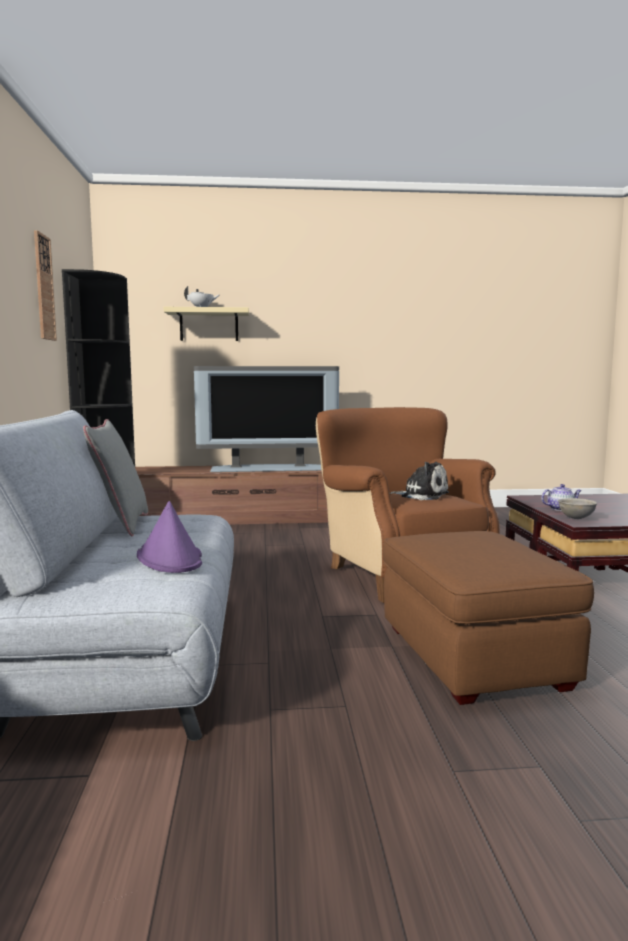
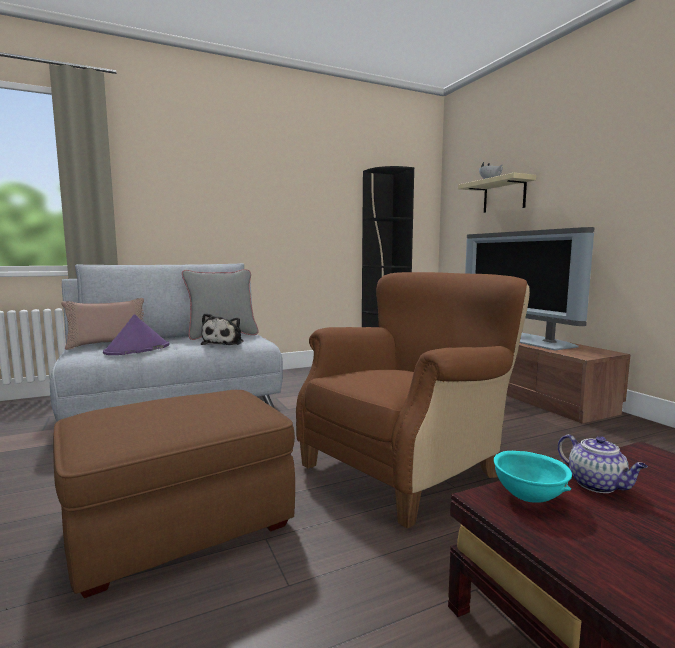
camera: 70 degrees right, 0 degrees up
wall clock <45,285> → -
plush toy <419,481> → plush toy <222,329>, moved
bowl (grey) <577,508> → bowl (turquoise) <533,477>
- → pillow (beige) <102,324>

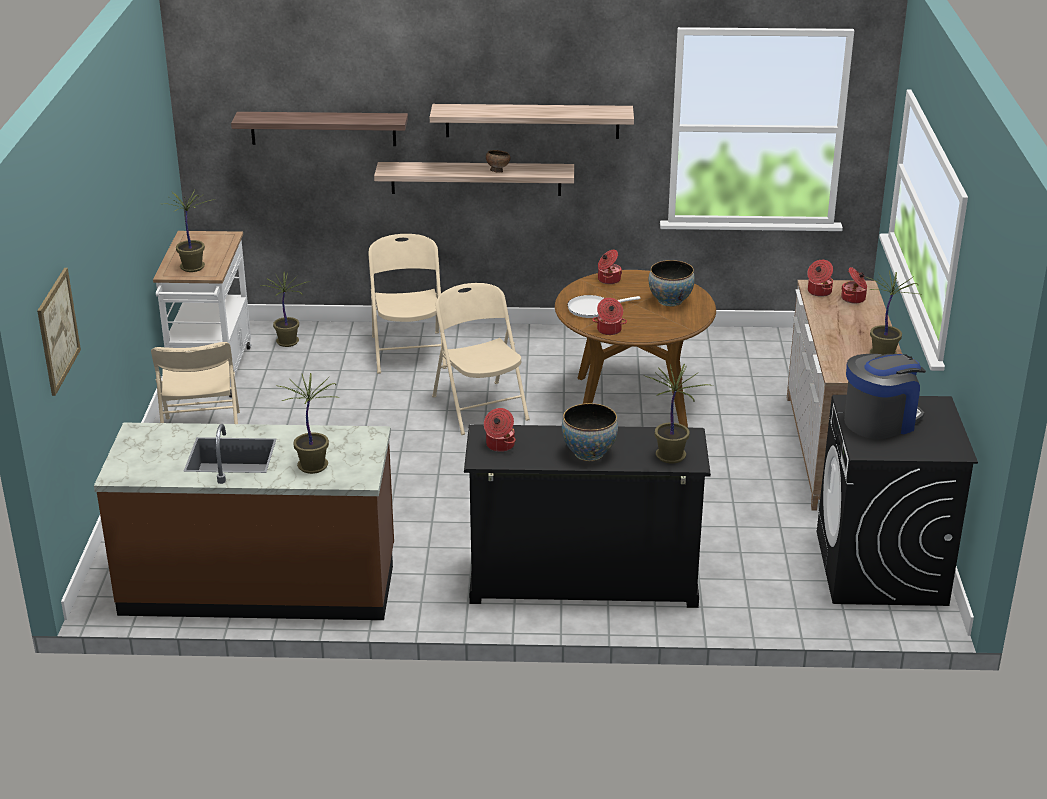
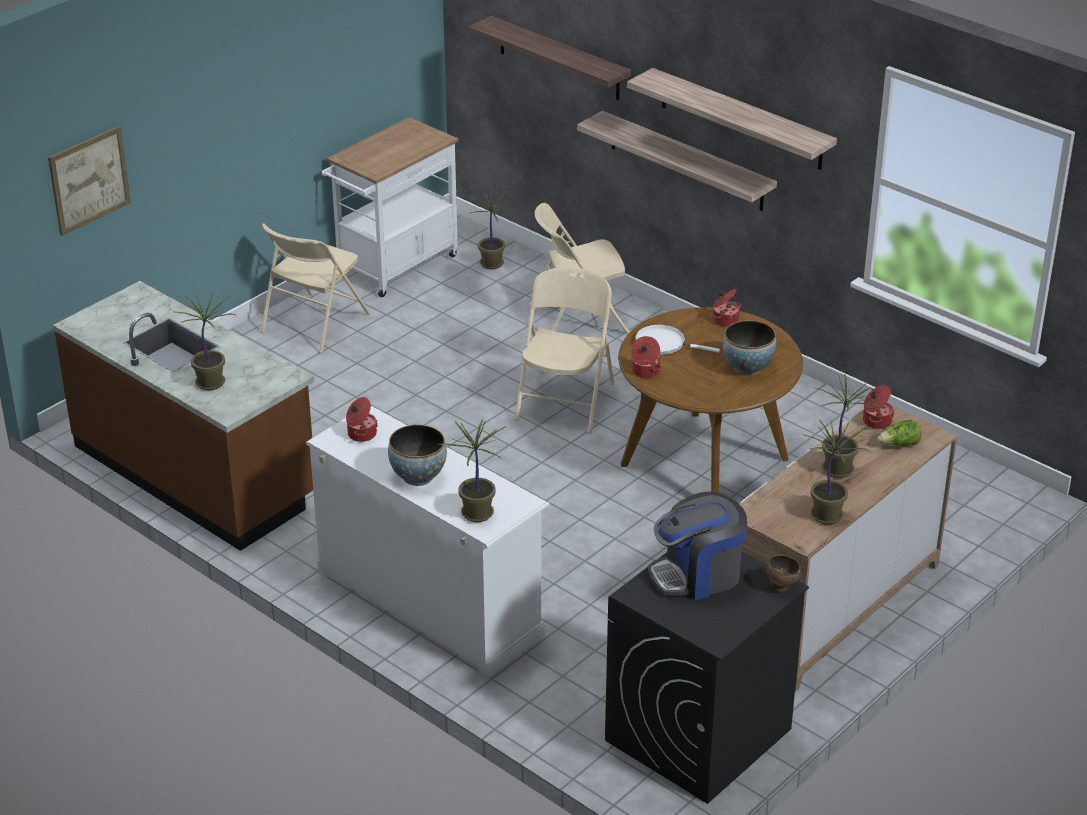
camera: 40 degrees right, 5 degrees up
bowl (brown) <498,161> → bowl (brown) <783,572>, moved
potted plant <190,231> → potted plant <848,426>, moved
chair (beige) <407,304> → chair (beige) <579,268>, 135 degrees counterclockwise
cooking pot <854,285> → lettuce <899,433>
coffee machine <885,396> → coffee machine <697,546>, 150 degrees clockwise
cabinet (black) <587,516> → cabinet (white) <427,542>

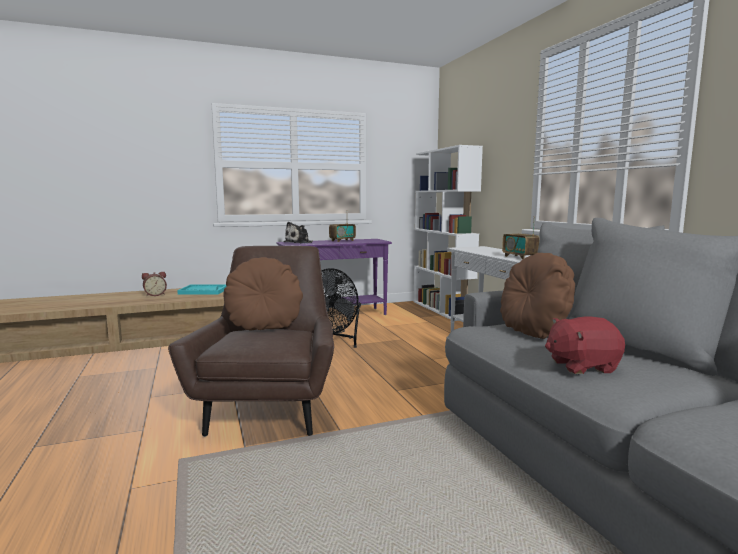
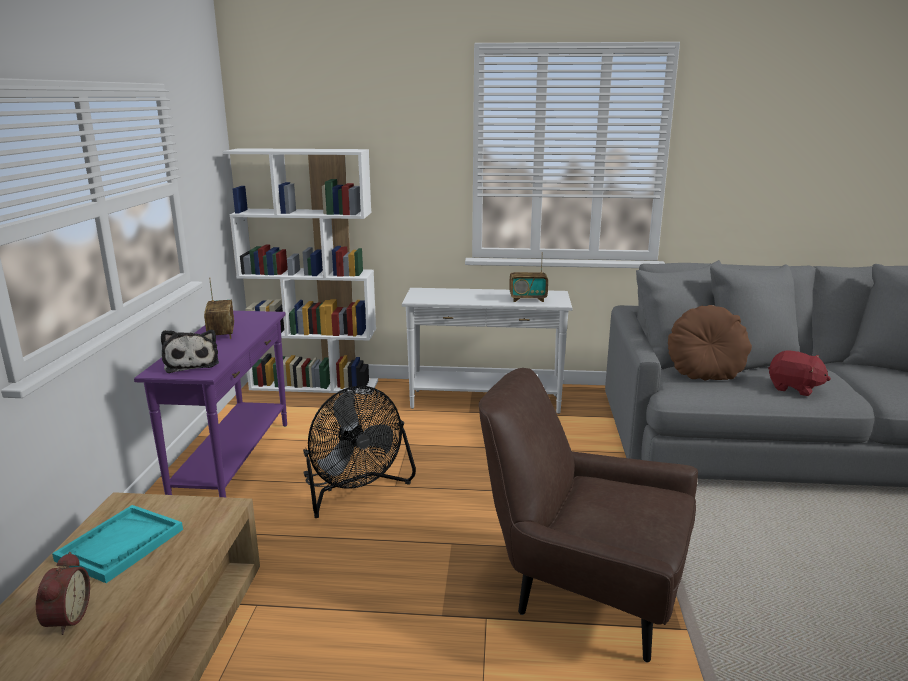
camera: 65 degrees left, 10 degrees up
pillow (brown) <263,293> → -
plush toy (red) <585,345> → plush toy (red) <799,373>, 75 degrees counterclockwise

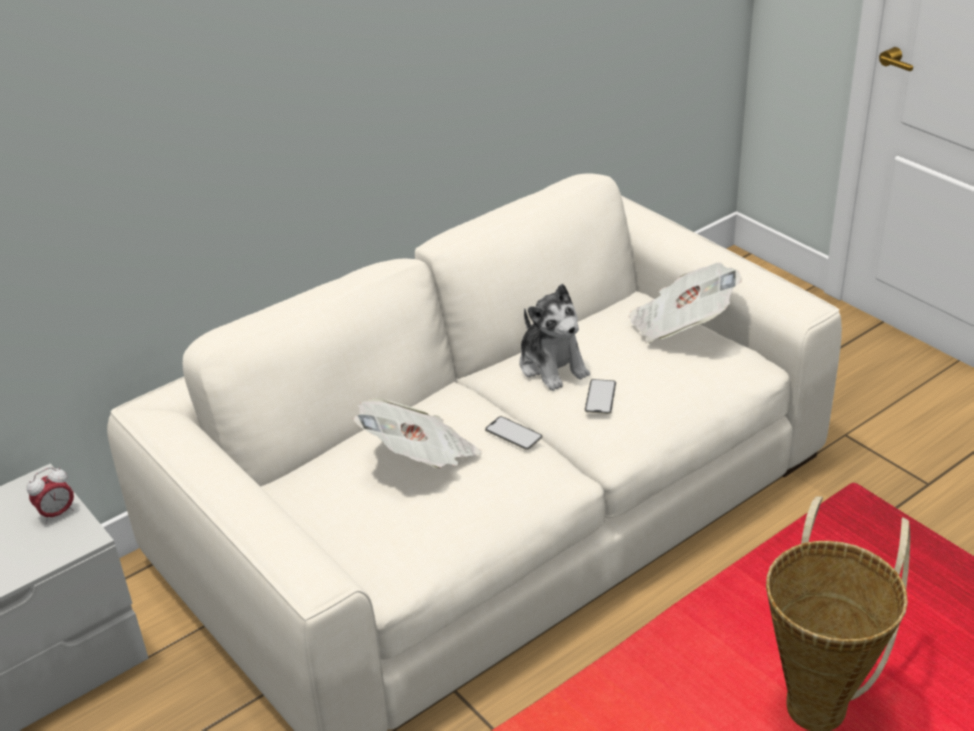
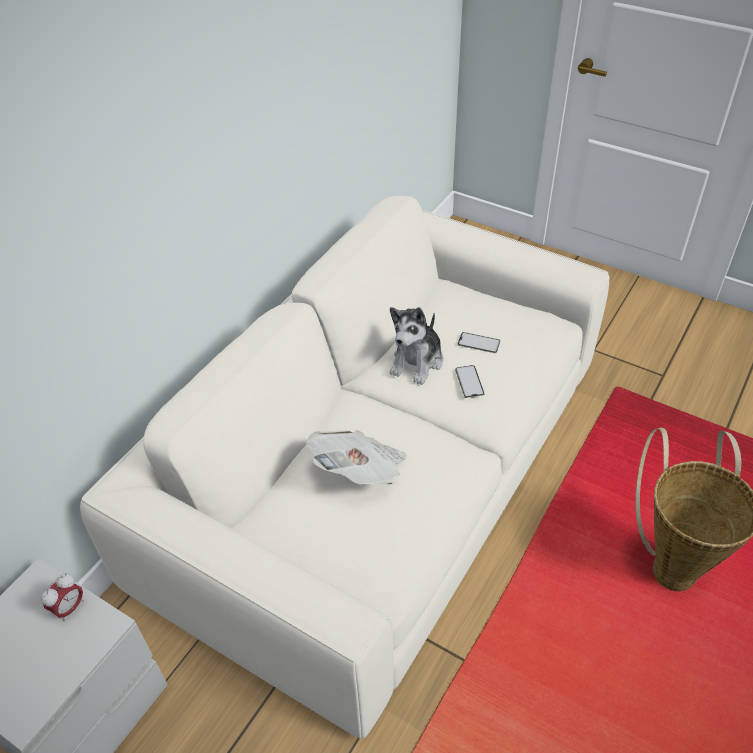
camera: 20 degrees left, 10 degrees up
newspaper <685,302> → -
plush toy <554,337> → plush toy <416,346>, 75 degrees clockwise
phone <513,433> → phone <479,342>, moved

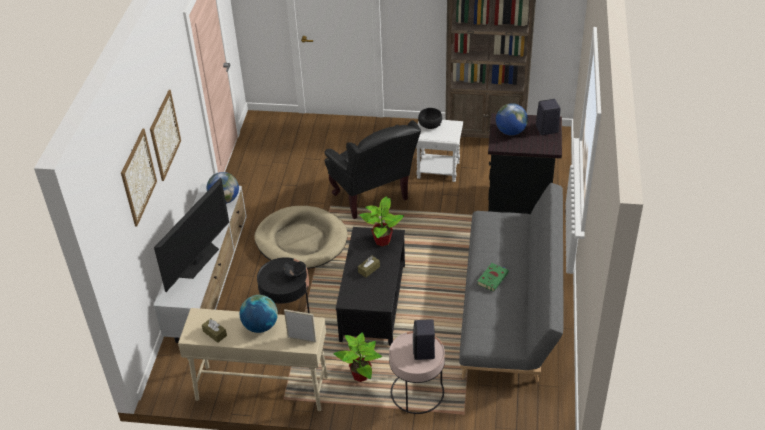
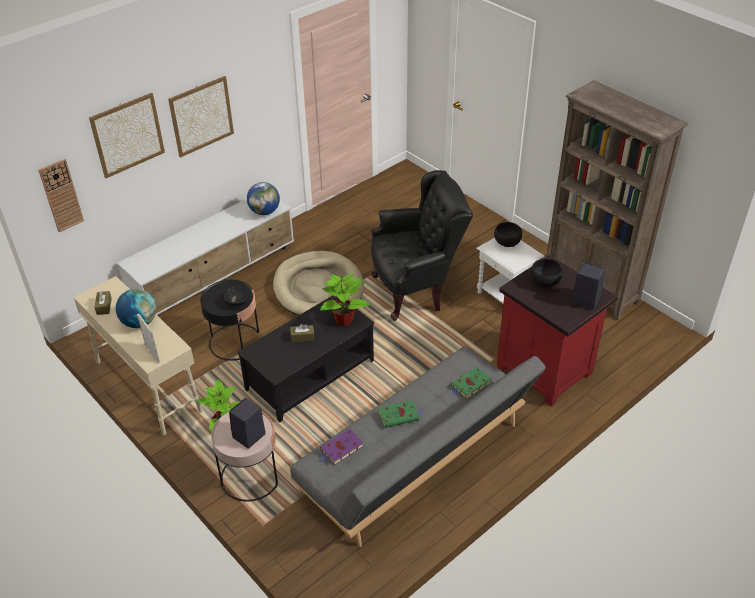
camera: 40 degrees right, 0 degrees up
globe <512,119> → bowl (black) <547,273>
cabinet (black) <525,163> → cabinet (red) <557,330>
armchair (black) <373,169> → armchair (black) <422,245>, 120 degrees counterclockwise
television <191,235> → -
- → wall clock <61,195>
- → book (green) <471,383>
- → book (purple) <341,447>

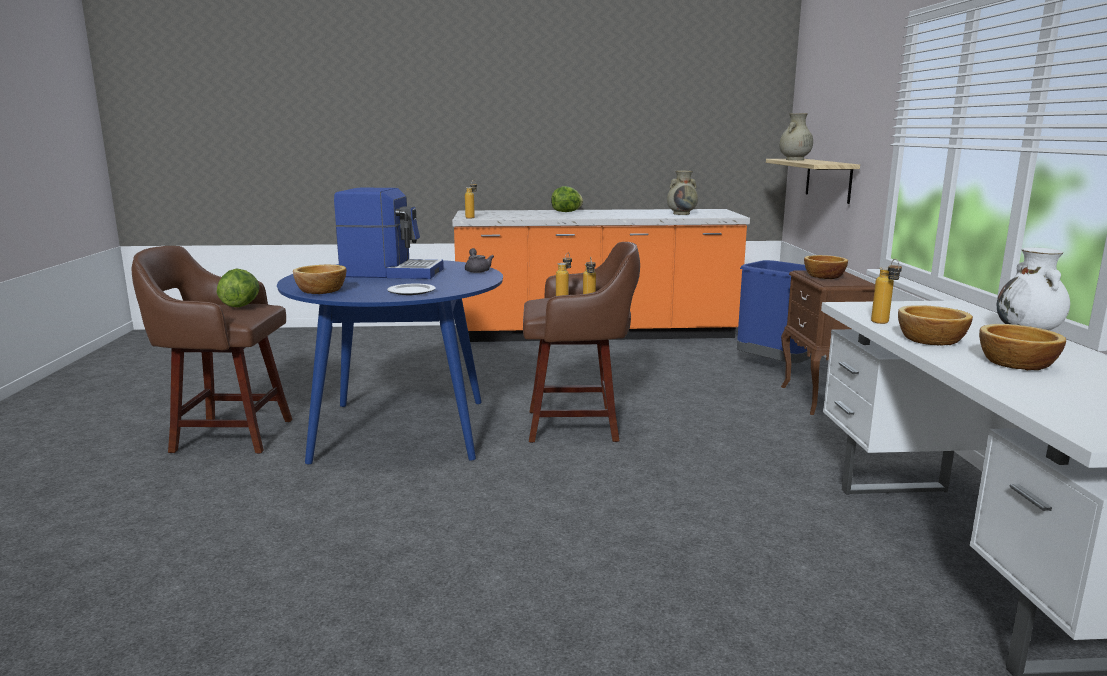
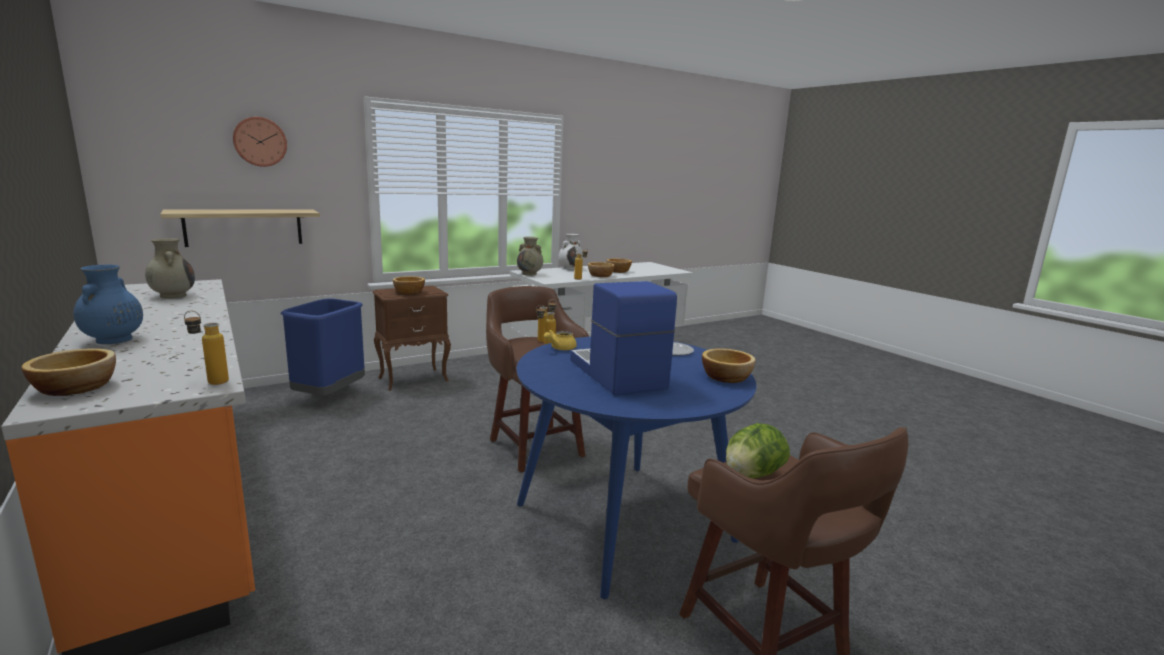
camera: 120 degrees left, 0 degrees up
vase (beige) <796,136> → vase (beige) <530,256>, moved
lettuce <567,199> → vase (blue) <108,304>
teapot (grey) <479,260> → teapot (yellow) <560,340>
- → wall clock <260,142>
- → bowl <69,372>

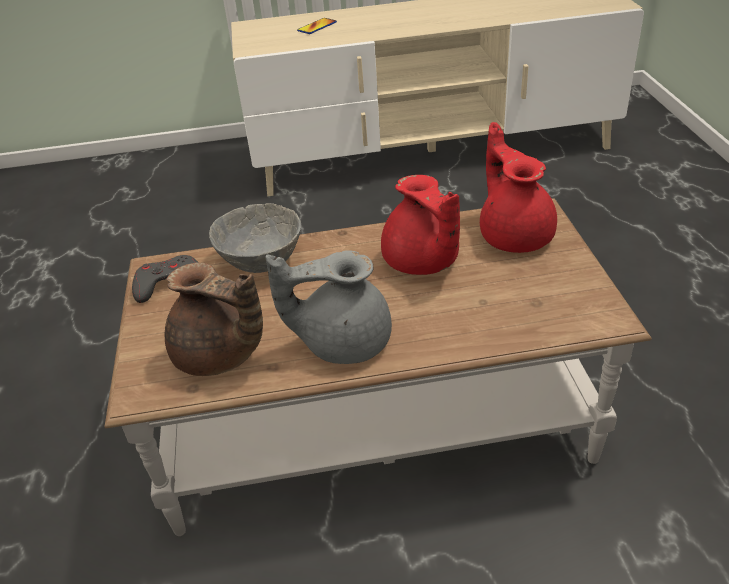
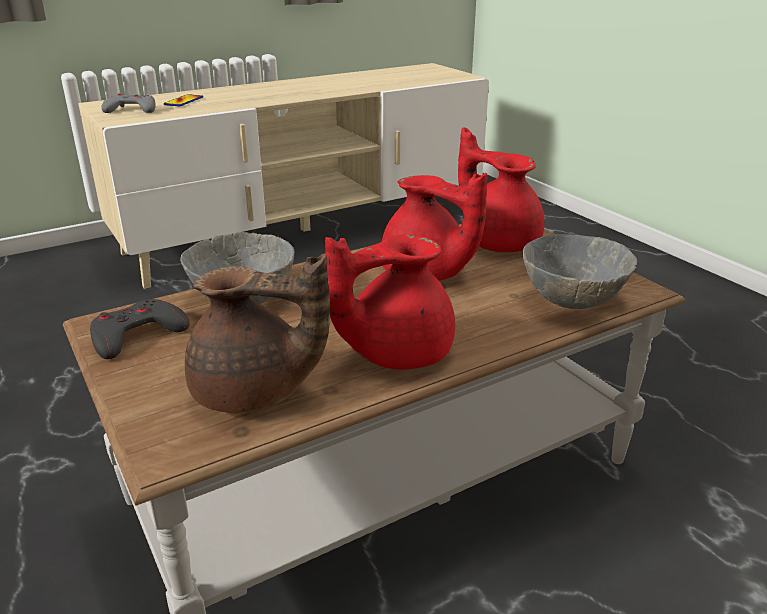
camera: 25 degrees left, 10 degrees down
teapot (grey) <329,307> → teapot (red) <390,302>
- → game controller (grey) <128,103>
- → bowl (grey) <580,271>

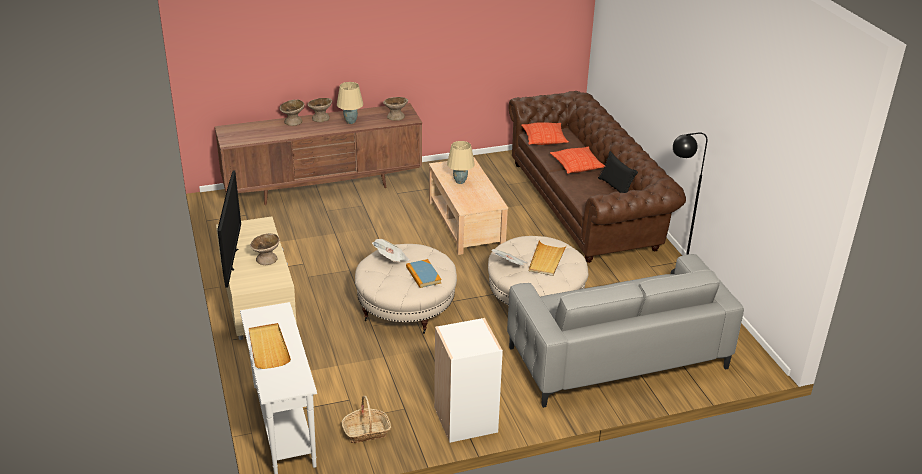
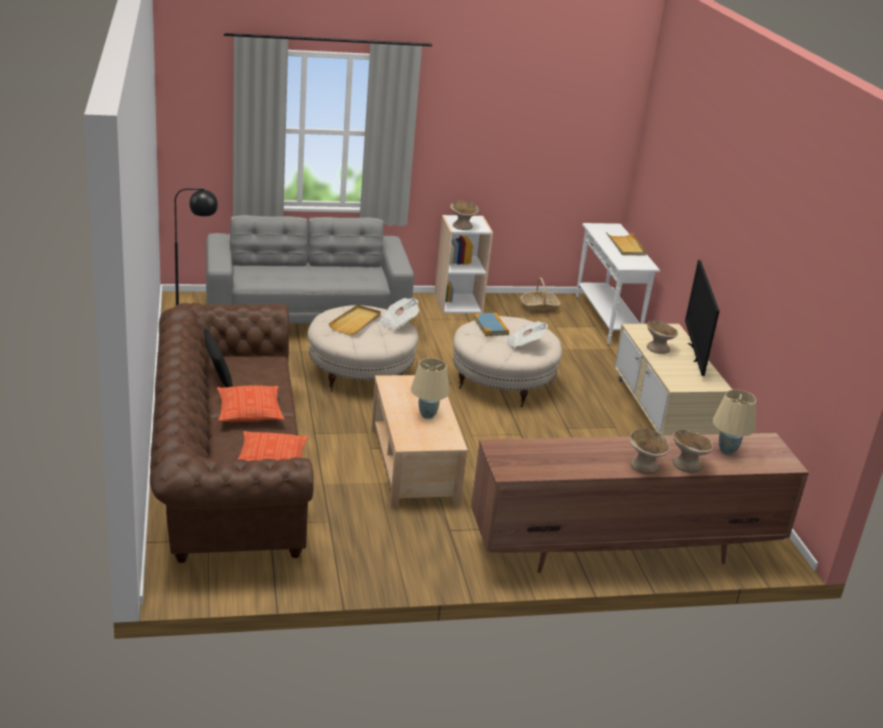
camera: 175 degrees left, 5 degrees down
table lamp (beige) <350,103> → table lamp (beige) <734,422>, moved
bowl (beige) <395,109> → bowl (beige) <464,215>, moved

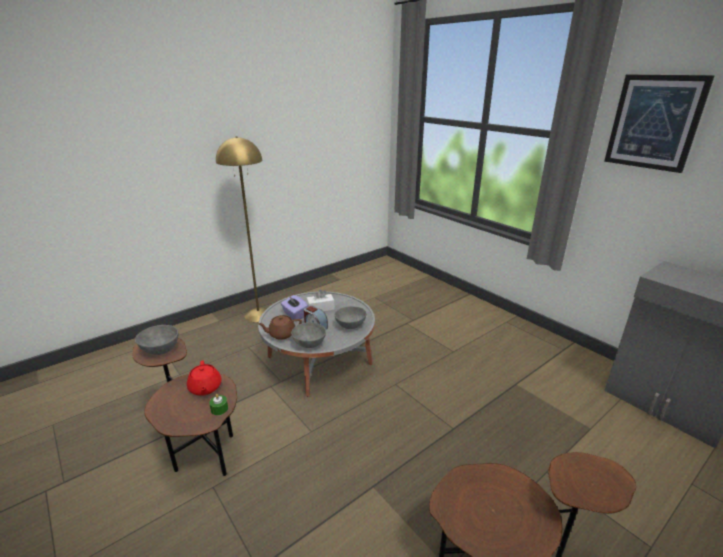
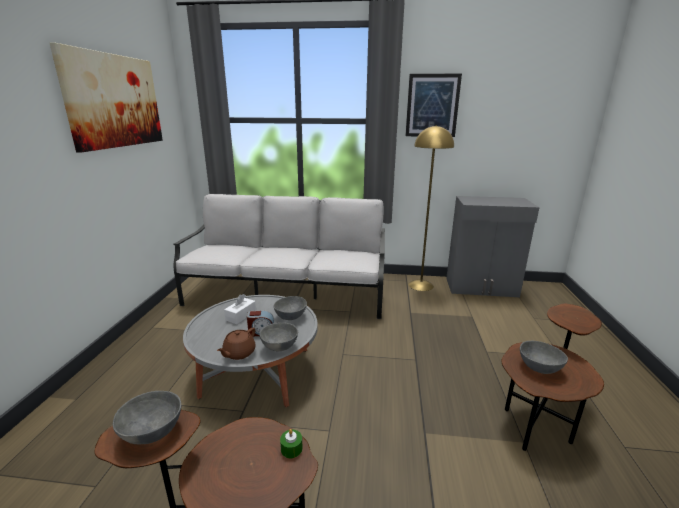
camera: 45 degrees left, 5 degrees down
floor lamp (yellow) <241,229> → floor lamp (yellow) <431,208>, moved
tissue box (purple) <294,307> → -
teapot (red) <204,378> → -
- → picture <106,98>
- → sofa (white) <279,256>
- → bowl (grey) <544,357>

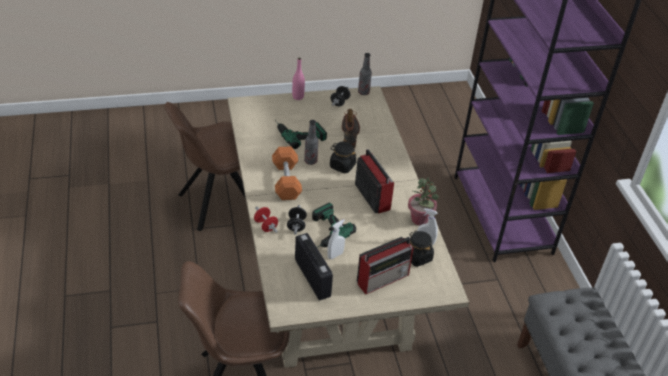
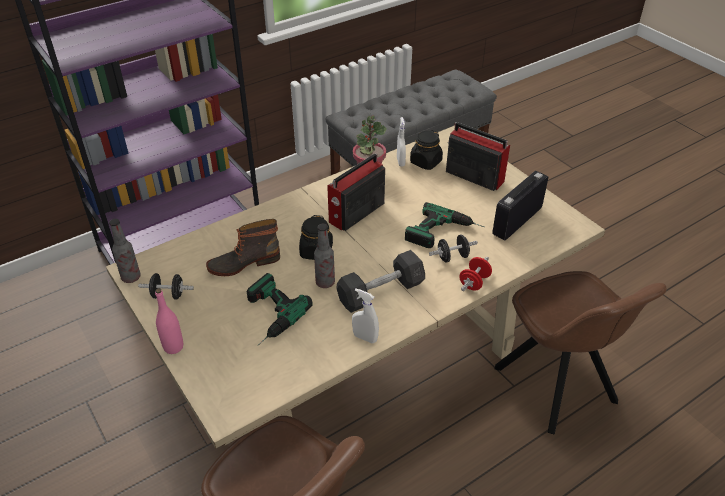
camera: 110 degrees left, 0 degrees up
dumbbell (orange) <287,173> → dumbbell (grey) <380,281>
spray bottle (white) <336,239> → spray bottle (white) <365,316>, moved

